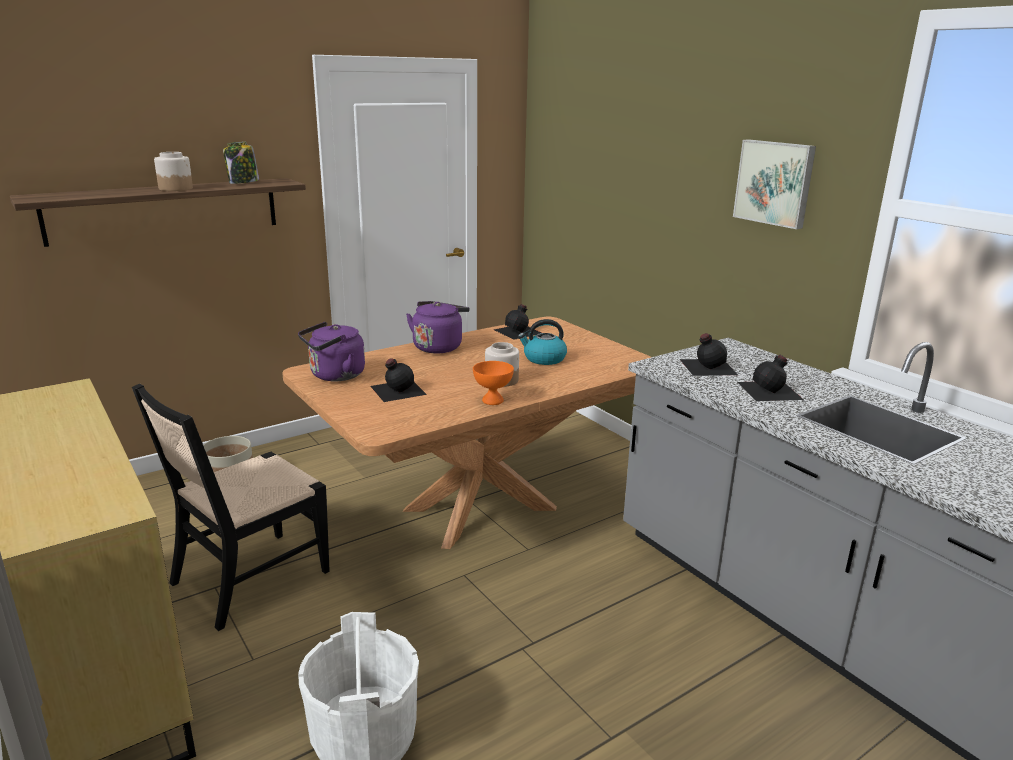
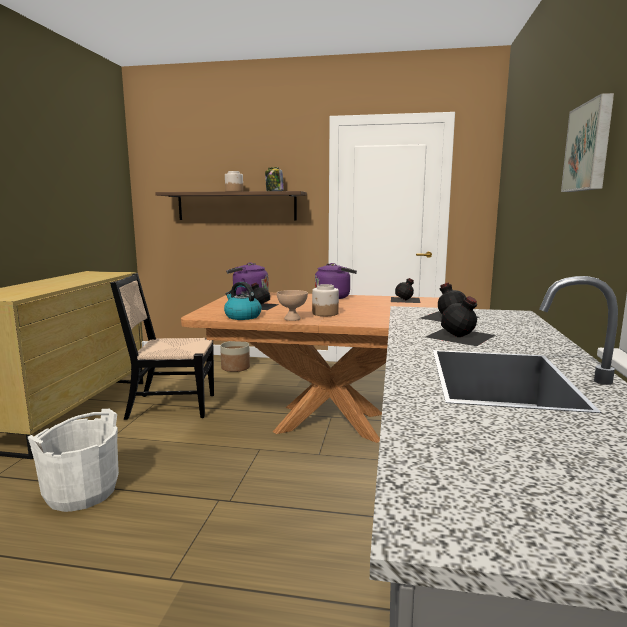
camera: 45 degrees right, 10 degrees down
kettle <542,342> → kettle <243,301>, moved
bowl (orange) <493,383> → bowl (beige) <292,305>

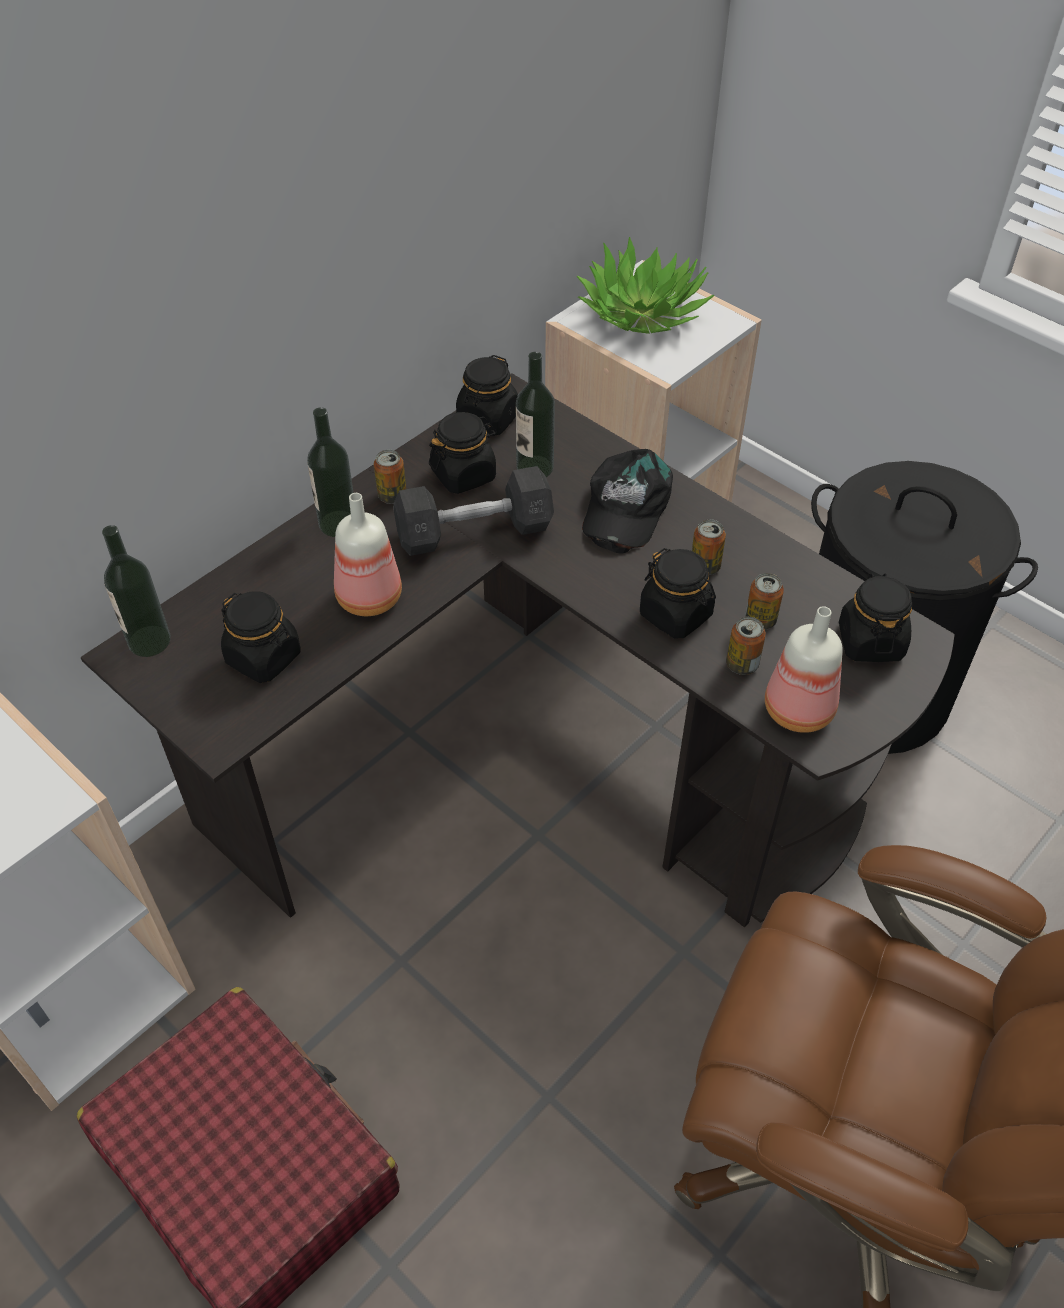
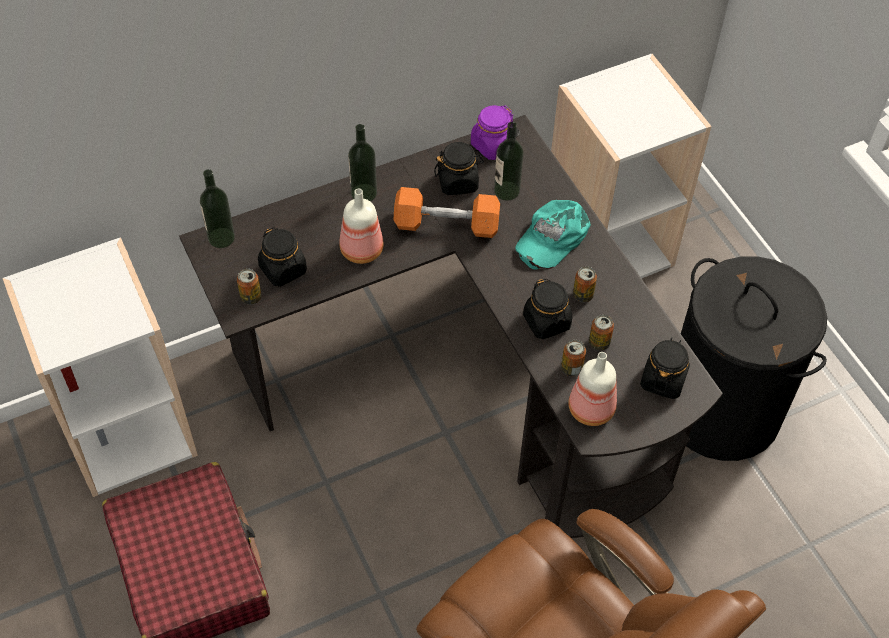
camera: 20 degrees right, 5 degrees up
potted plant <645,285> → -
jar (black) <487,395> → jar (purple) <492,132>
cap (black) <627,501> → cap (turquoise) <553,235>
can <390,477> → can <249,287>, moved
dumbbell (grey) <473,511> → dumbbell (orange) <447,212>

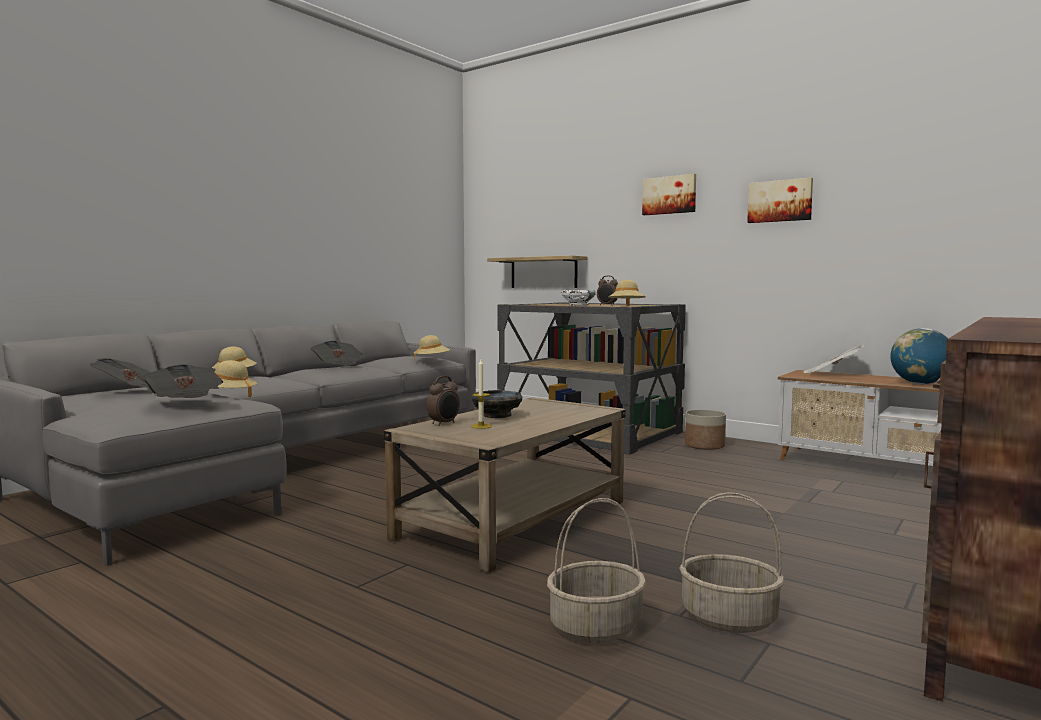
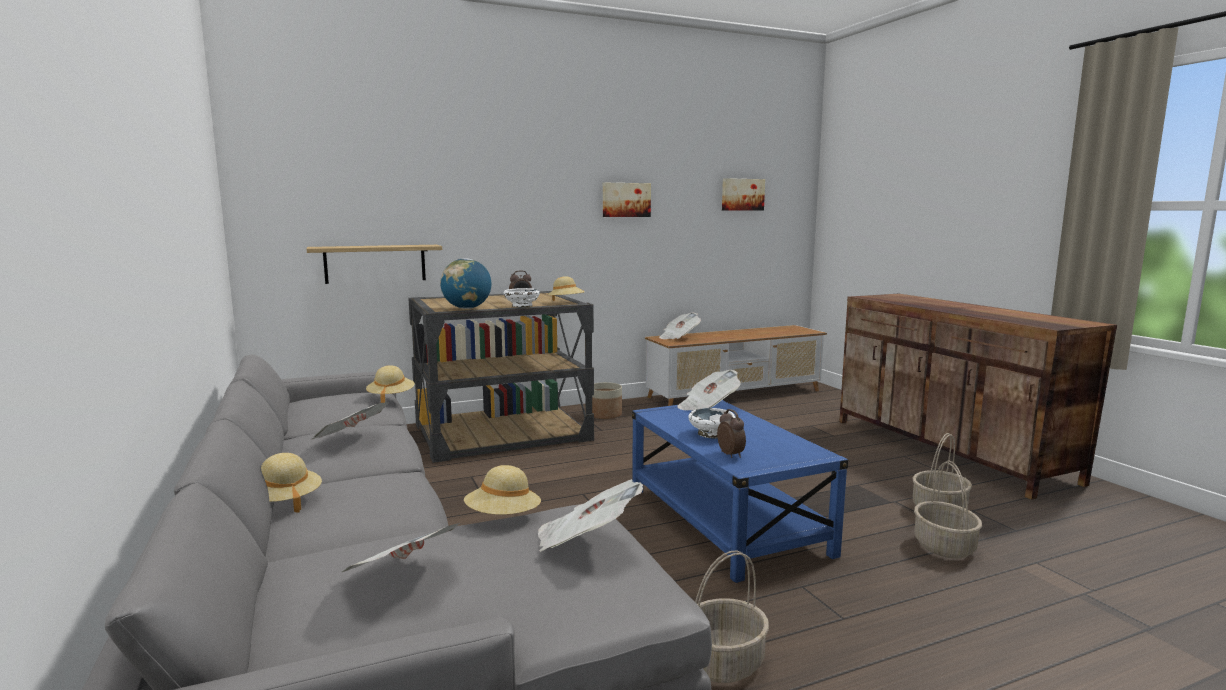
camera: 60 degrees left, 5 degrees up
picture <669,194> → picture <743,194>, moved
globe <919,356> → globe <465,283>, moved
candle <481,394> → -
bowl (black) <497,404> → bowl (white) <712,423>
coffee table (beige) <505,485> → coffee table (blue) <740,491>
- → newspaper <709,390>
- → basket <732,616>

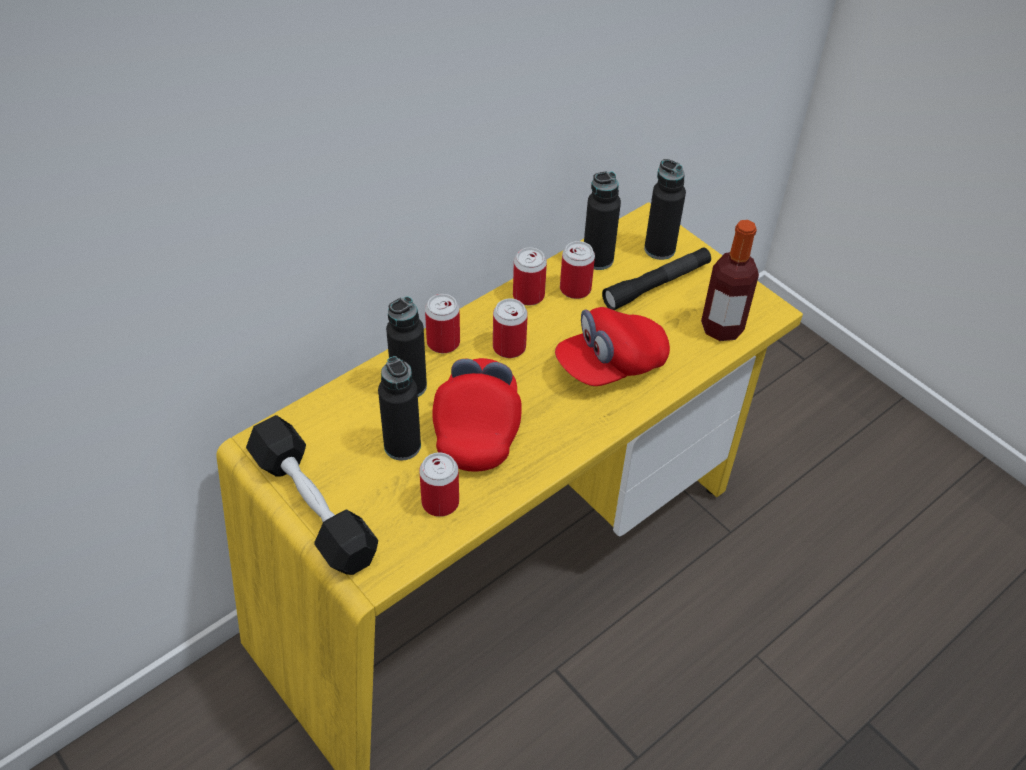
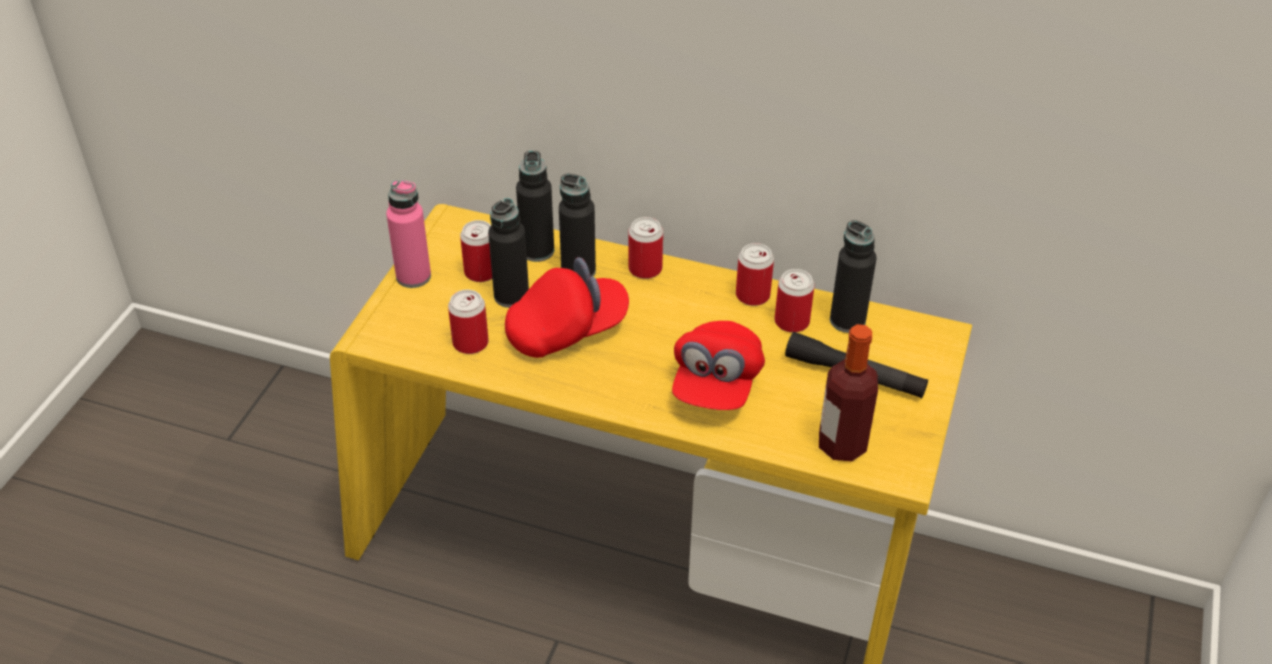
camera: 60 degrees right, 5 degrees down
bottle (black) <665,209> → bottle (black) <535,206>, moved
can <510,328> → can <476,251>, moved
cap (red) <612,346> → cap (red) <718,365>, 105 degrees counterclockwise
dumbbell (black) <312,495> → bottle (pink) <408,234>

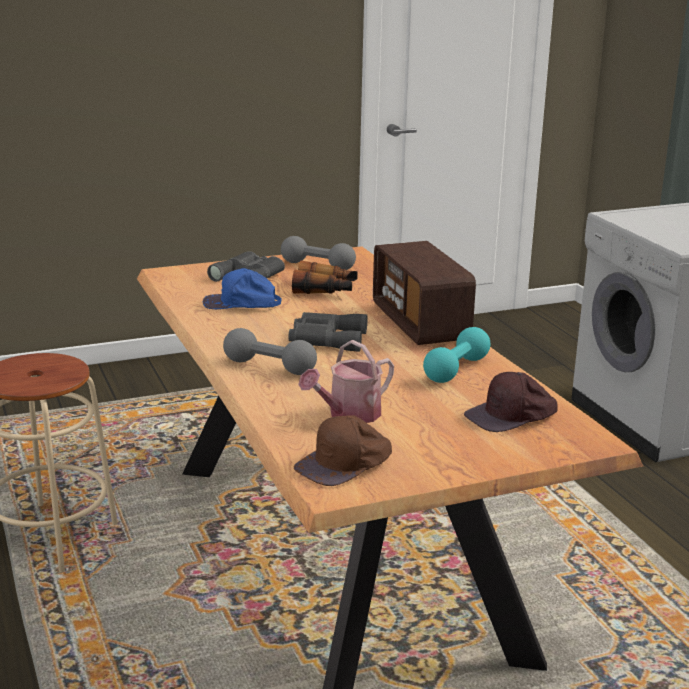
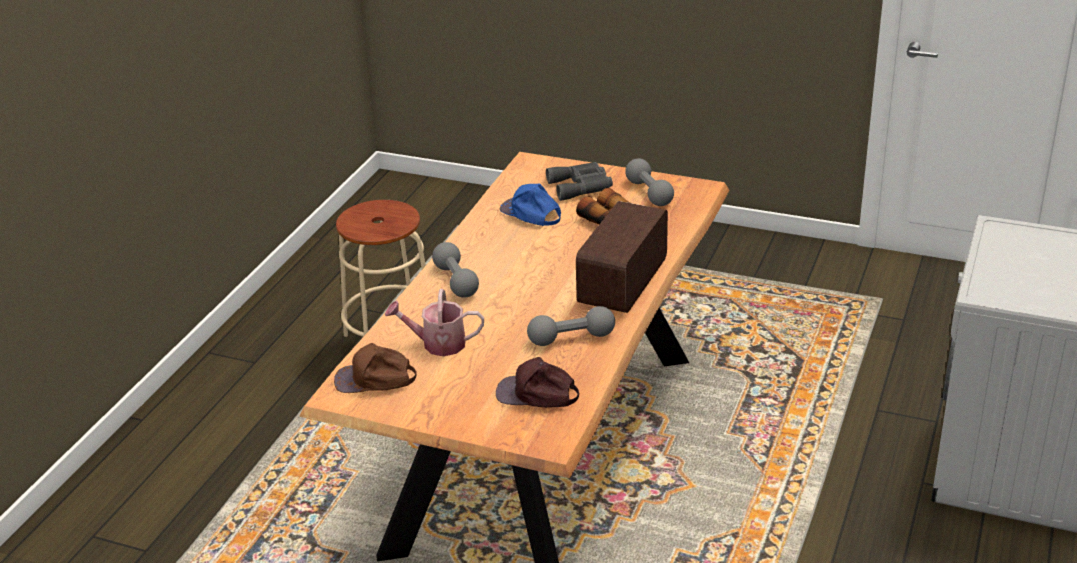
camera: 45 degrees right, 10 degrees up
binoculars (grey) <328,332> → -
dumbbell (turquoise) <456,355> → dumbbell (grey) <571,326>

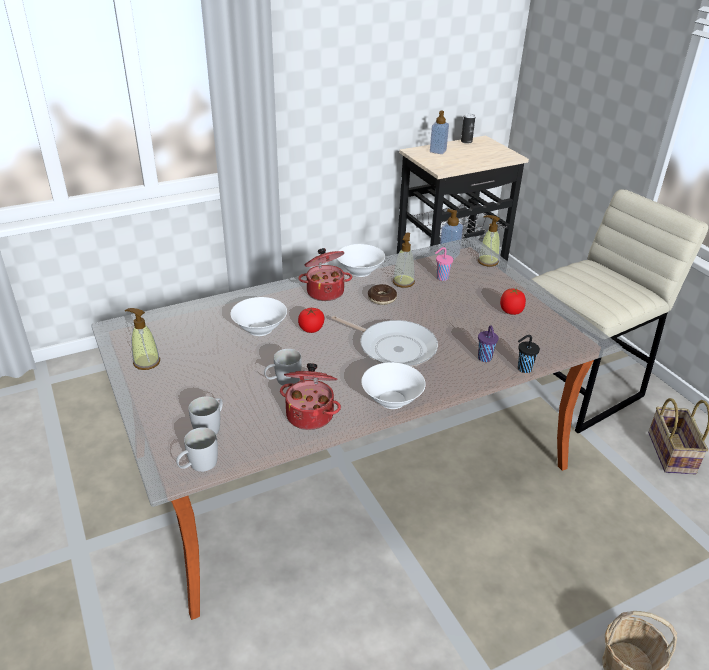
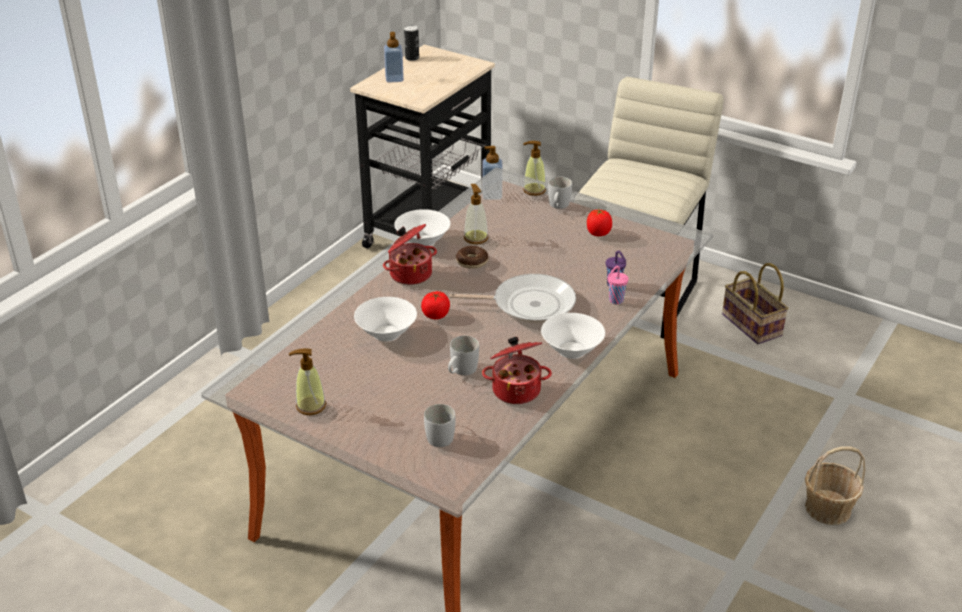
camera: 30 degrees left, 0 degrees up
cup (pink) <444,264> → cup (pink) <618,285>, moved
cup (black) <529,354> → -
mug (white) <197,449> → mug (white) <560,193>, moved

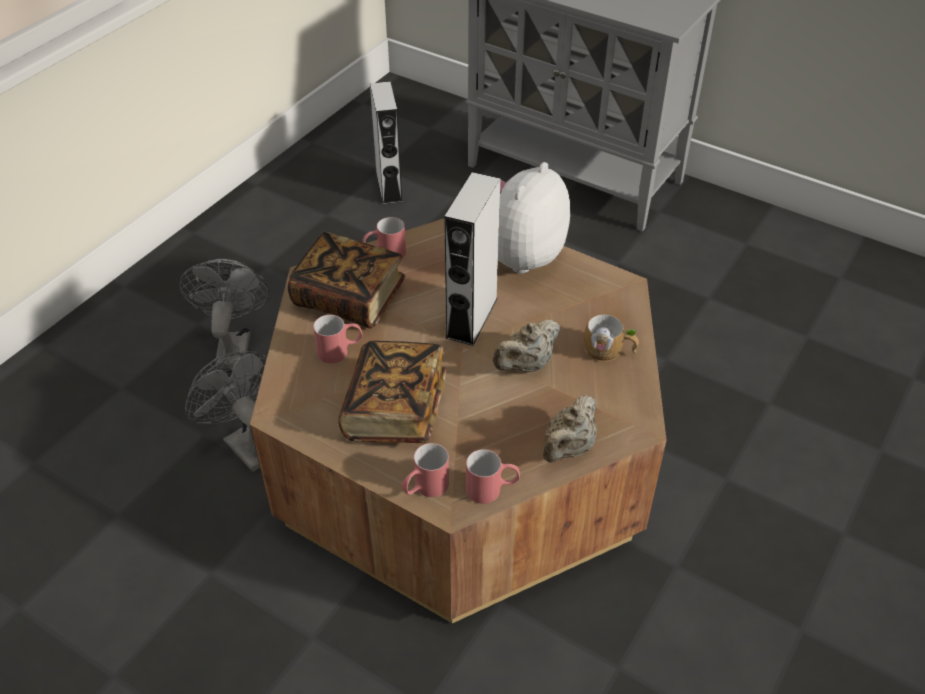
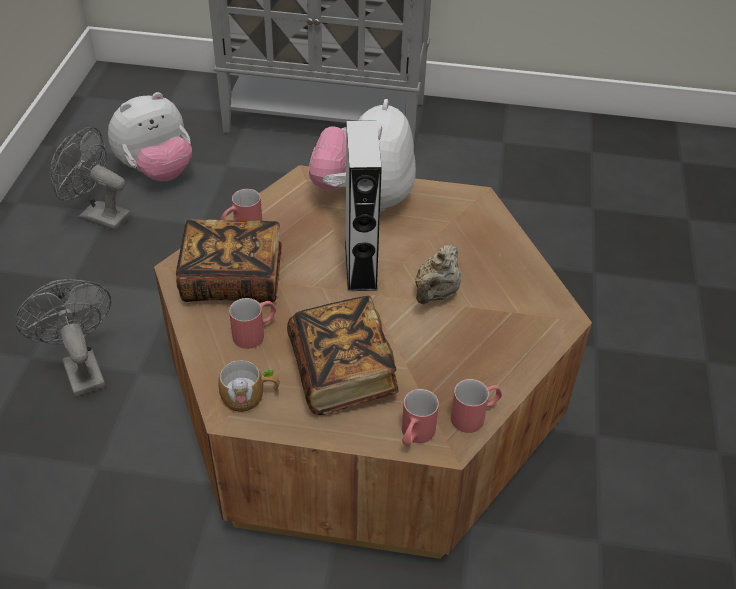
camera: 25 degrees left, 0 degrees up
speaker (grey) <386,142> → plush toy <150,136>
mug <611,338> → mug <249,386>, moved
fan (grey) <226,411> → fan (grey) <90,179>, moved
teapot (beige) <570,429> → -

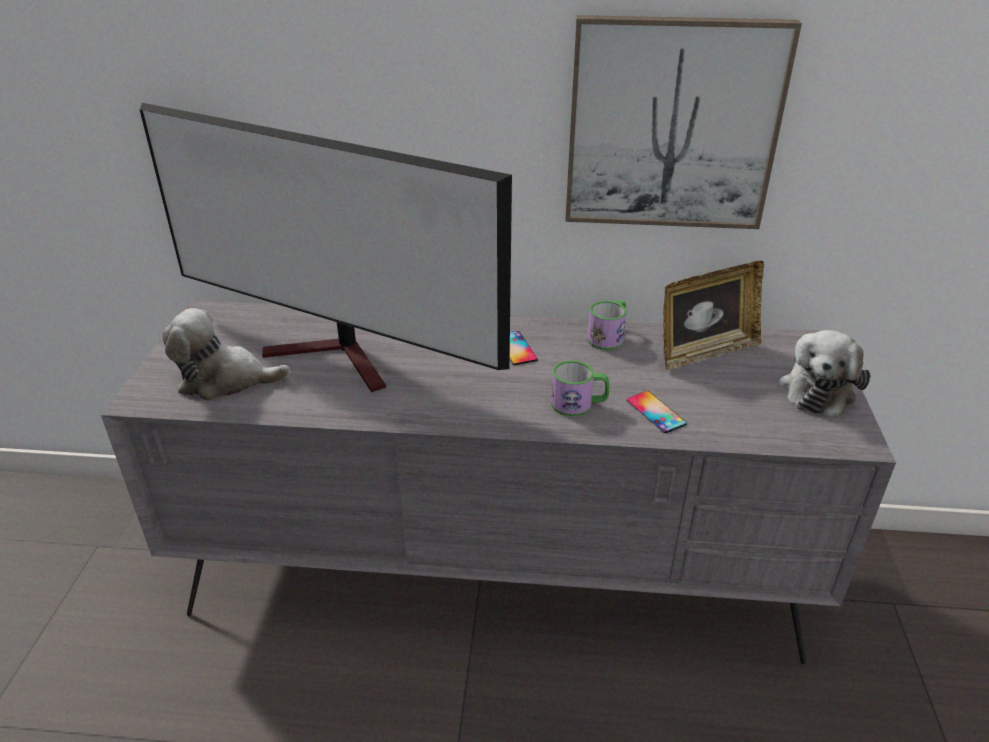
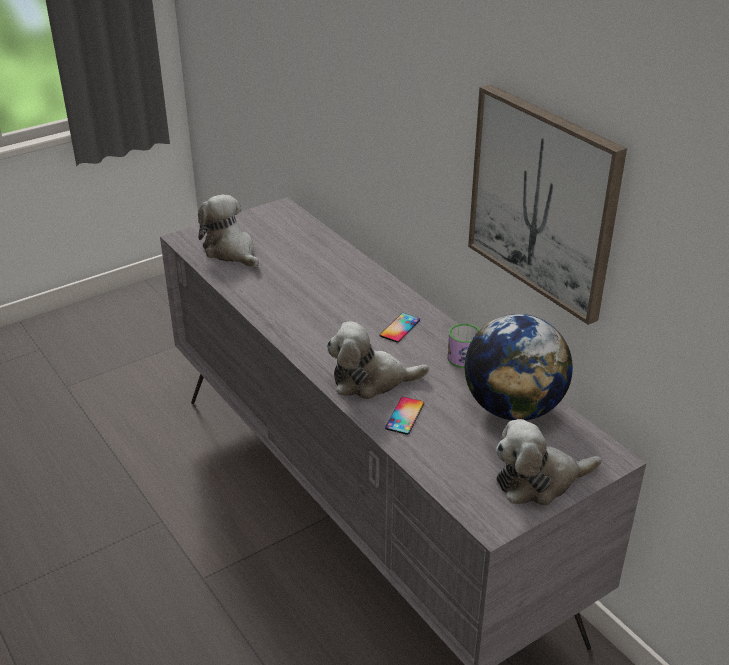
camera: 50 degrees right, 0 degrees up
television <326,247> → -
picture frame <713,315> → globe <519,367>
mug <580,388> → plush toy <378,360>

